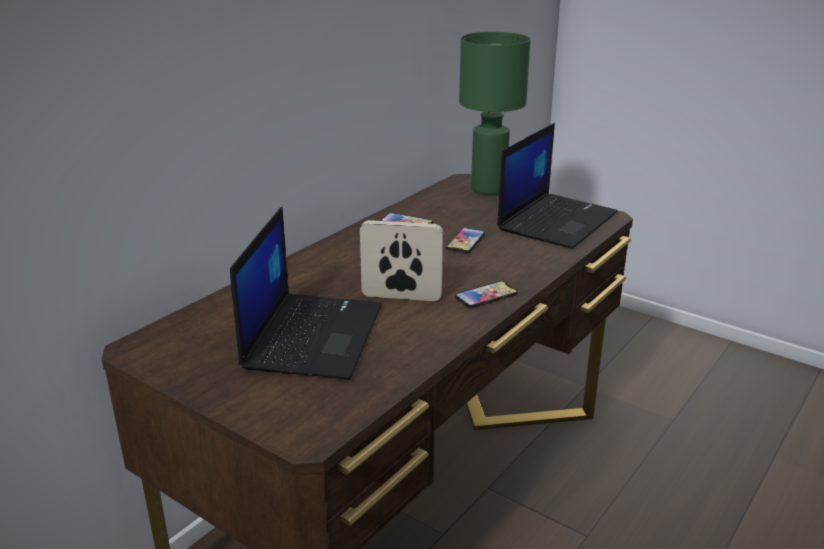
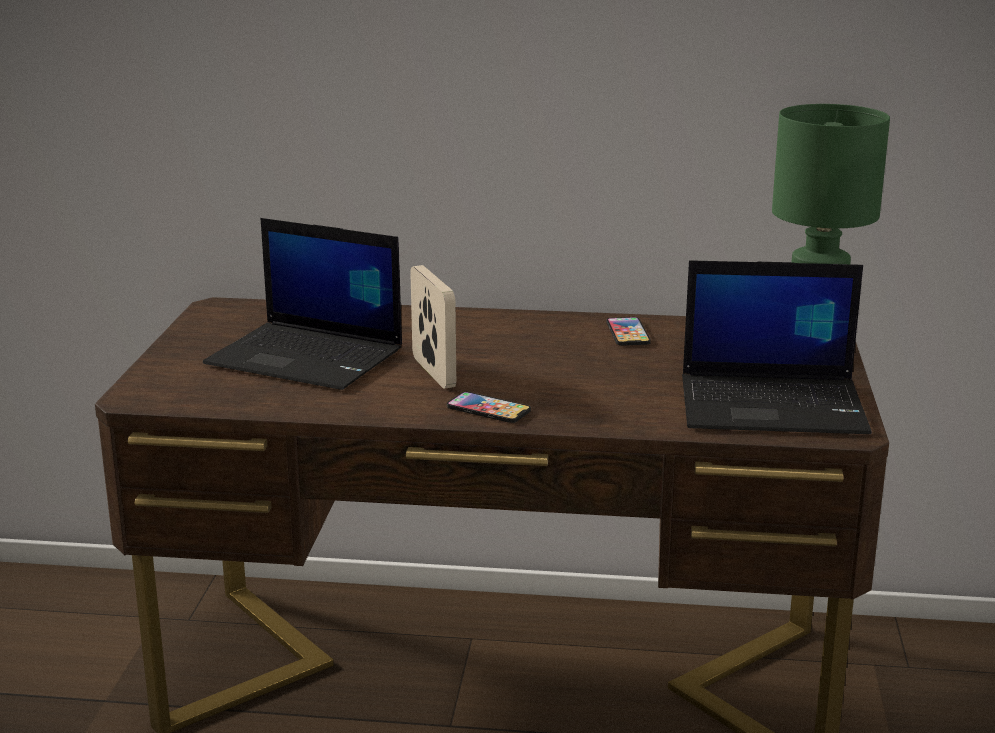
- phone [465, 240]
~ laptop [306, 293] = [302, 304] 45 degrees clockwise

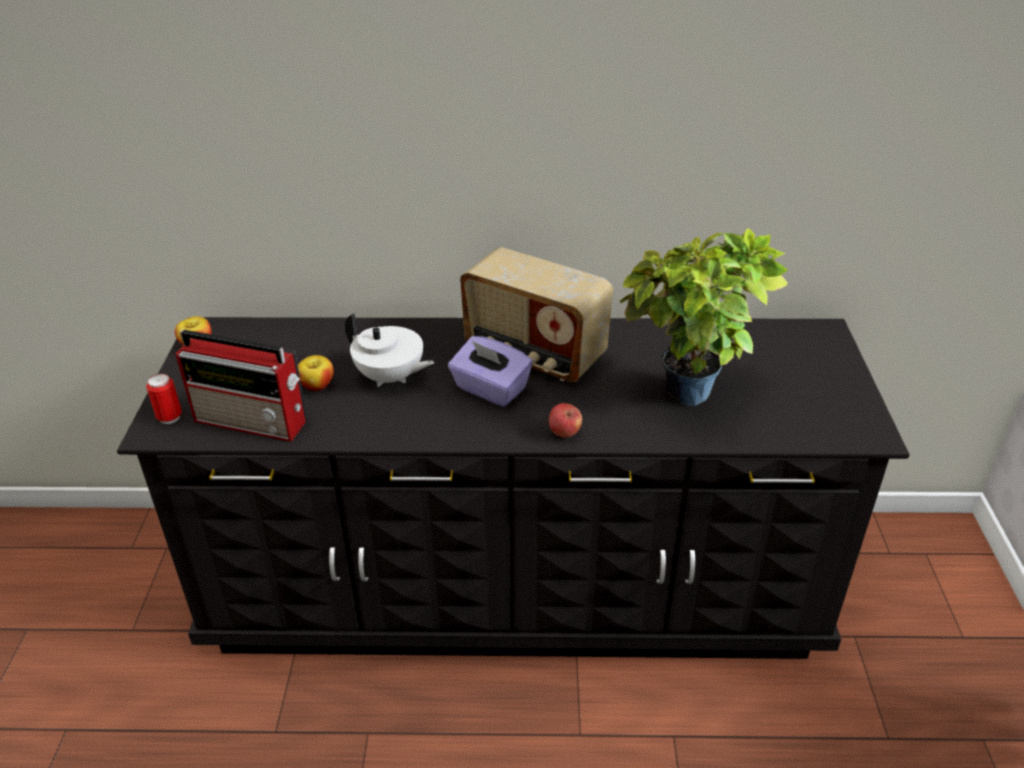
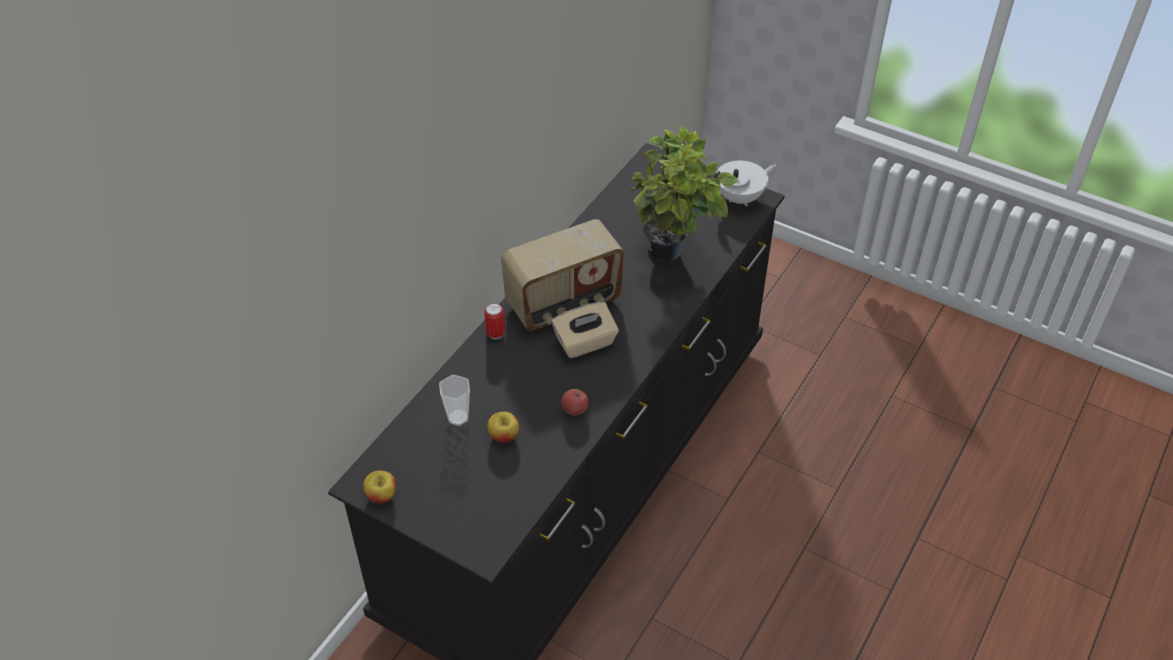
- radio [241, 386]
+ cup [454, 400]
~ can [164, 399] to [494, 321]
~ white teapot [389, 350] to [745, 184]
~ apple [565, 420] to [575, 402]
~ purple tissue box [490, 371] to beige tissue box [585, 330]

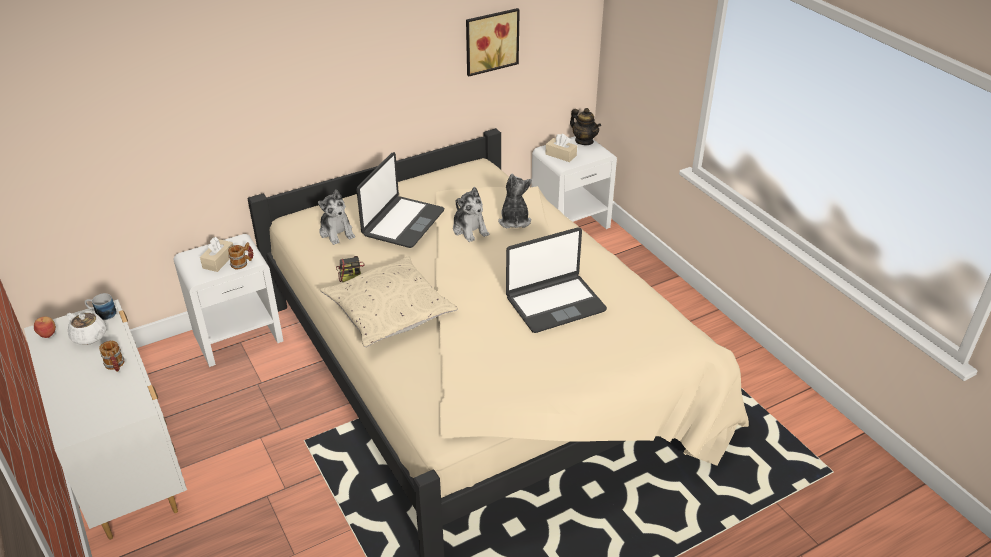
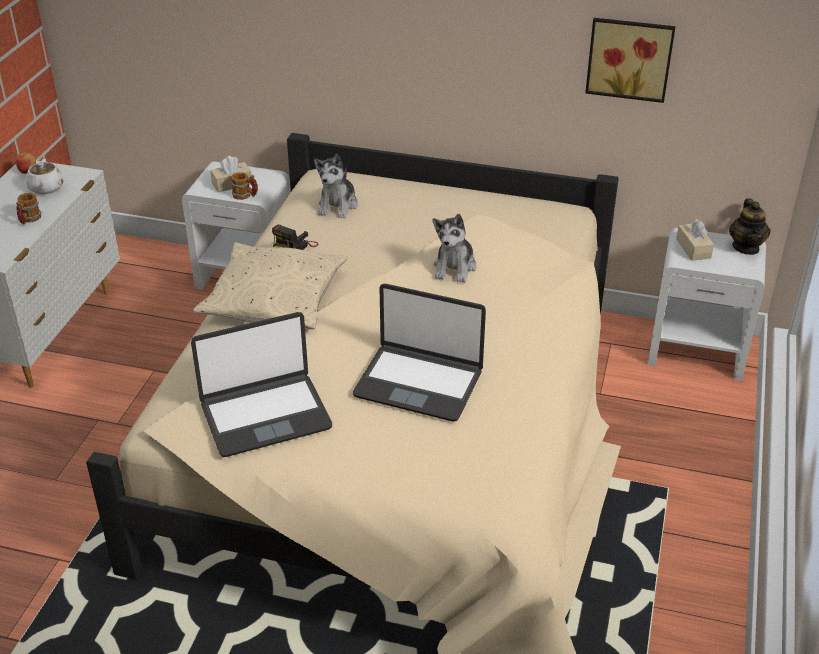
- mug [101, 306]
- plush toy [515, 201]
~ laptop [400, 200] to [261, 384]

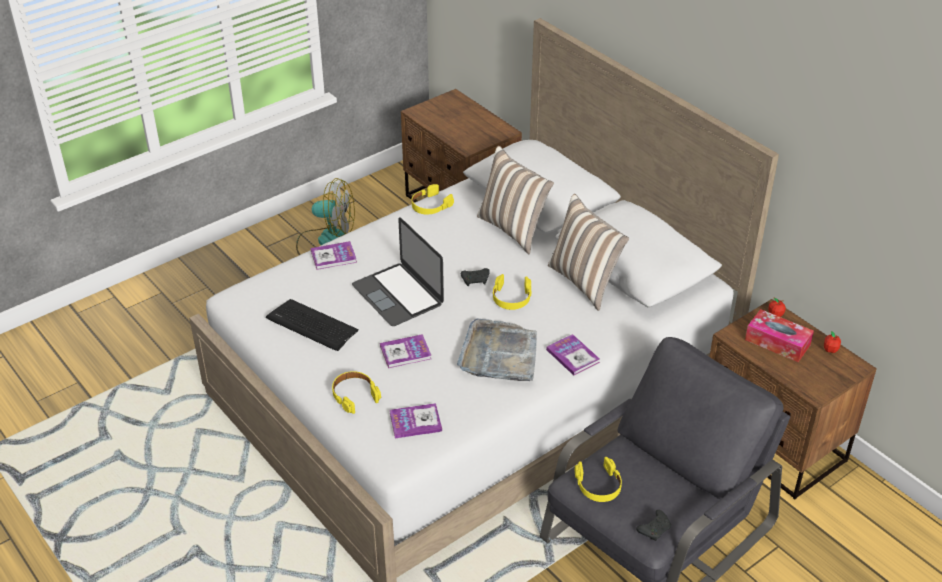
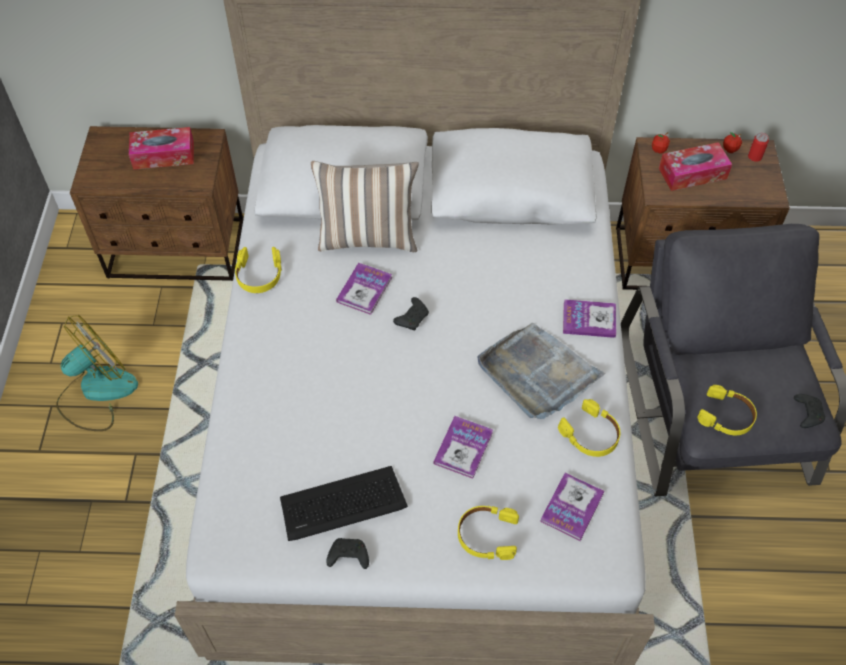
- laptop [398, 271]
- pillow [588, 252]
+ tissue box [161, 148]
+ black game controller [347, 553]
+ can [758, 147]
~ book [334, 255] to [364, 289]
~ yellow headphones [511, 292] to [589, 428]

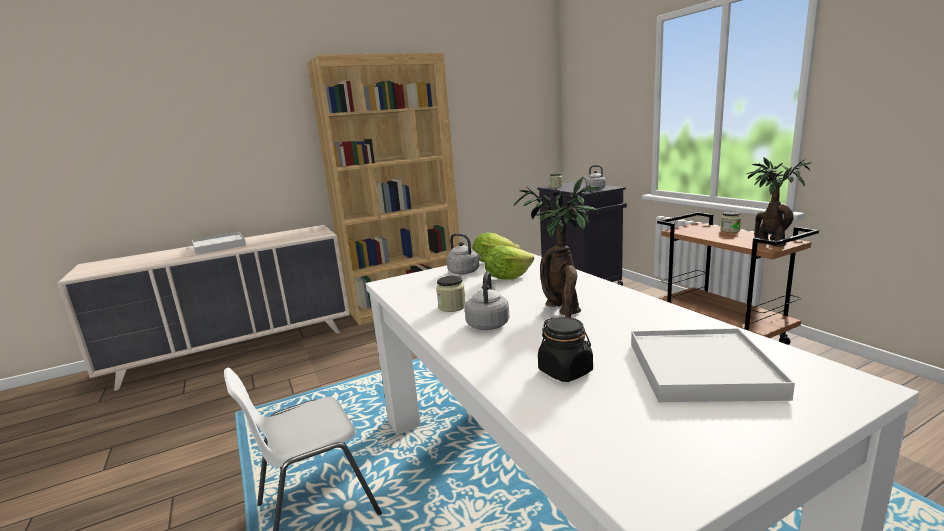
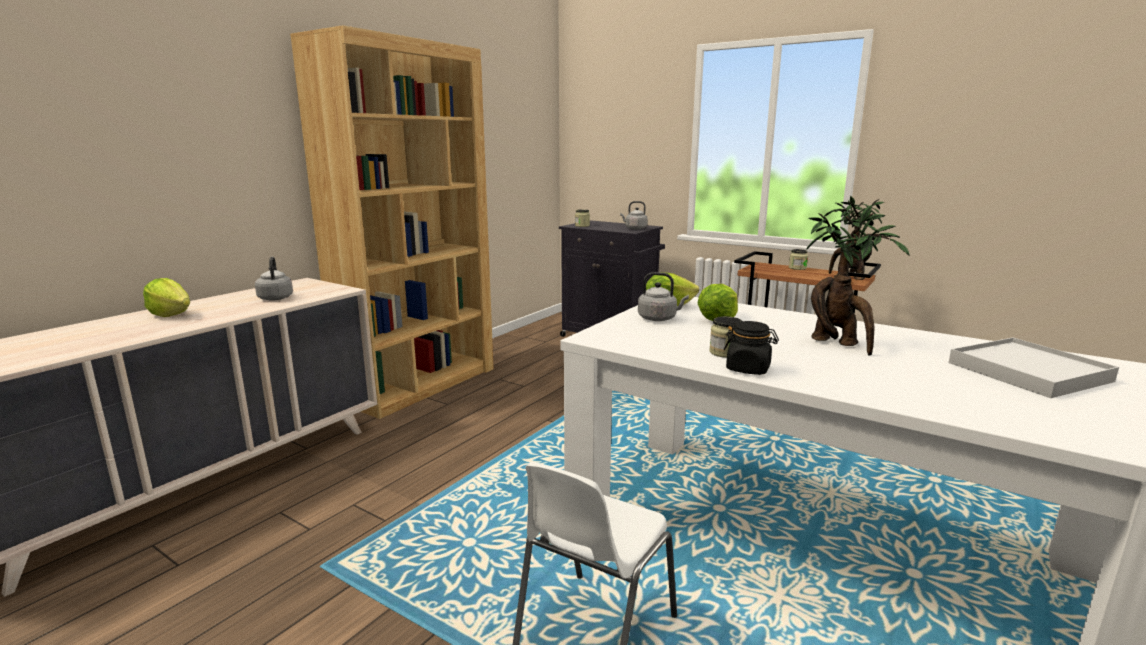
~ grey kettle [487, 300] to [274, 279]
~ black jar [565, 349] to [751, 348]
~ white tray [219, 243] to lettuce [166, 297]

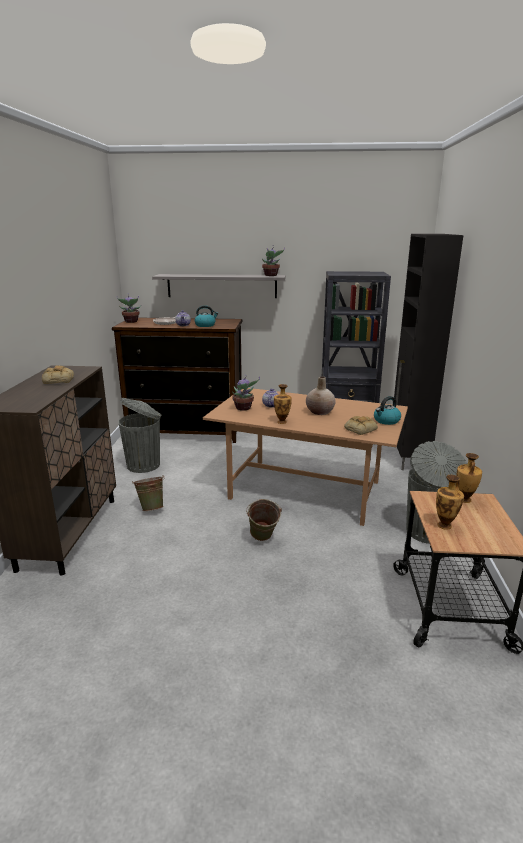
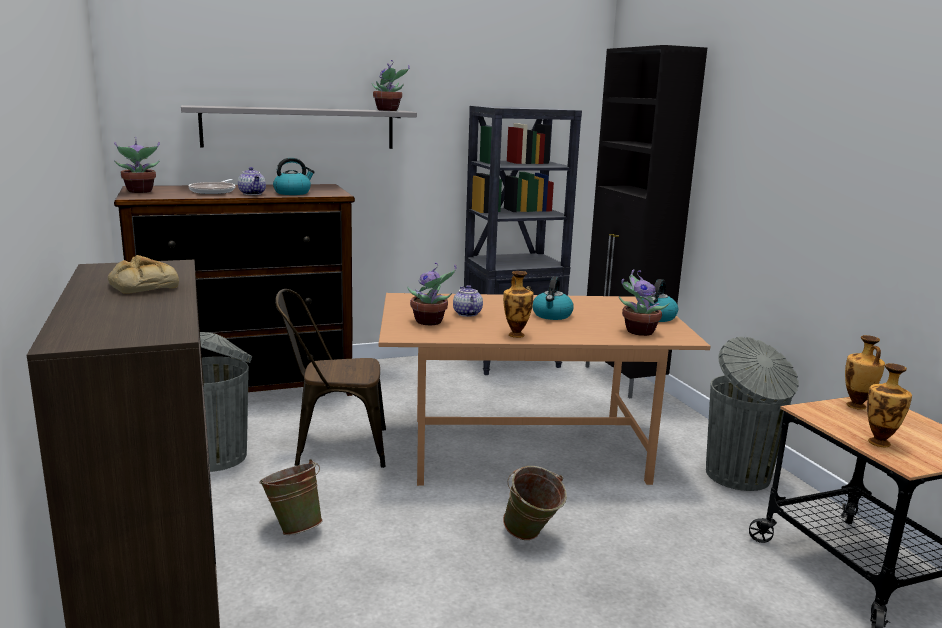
+ brown chair [330, 378]
~ beige vase [321, 395] to kettle [553, 298]
~ bread [361, 425] to potted plant [644, 302]

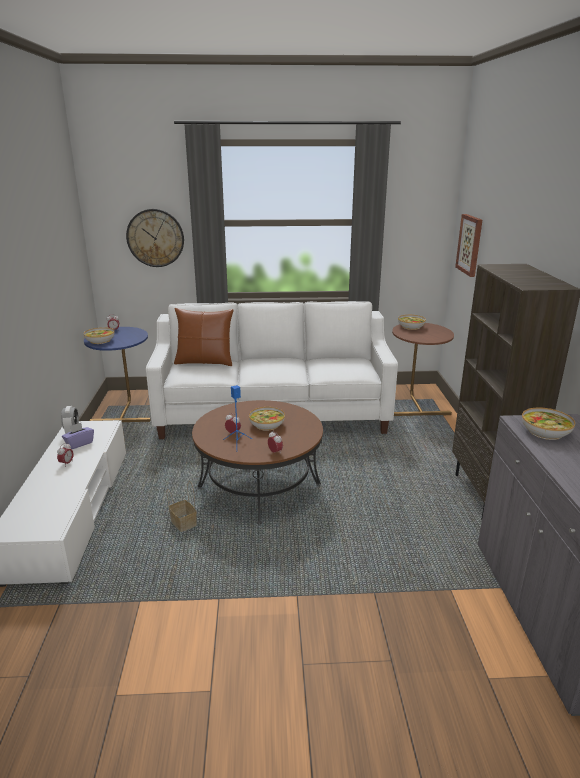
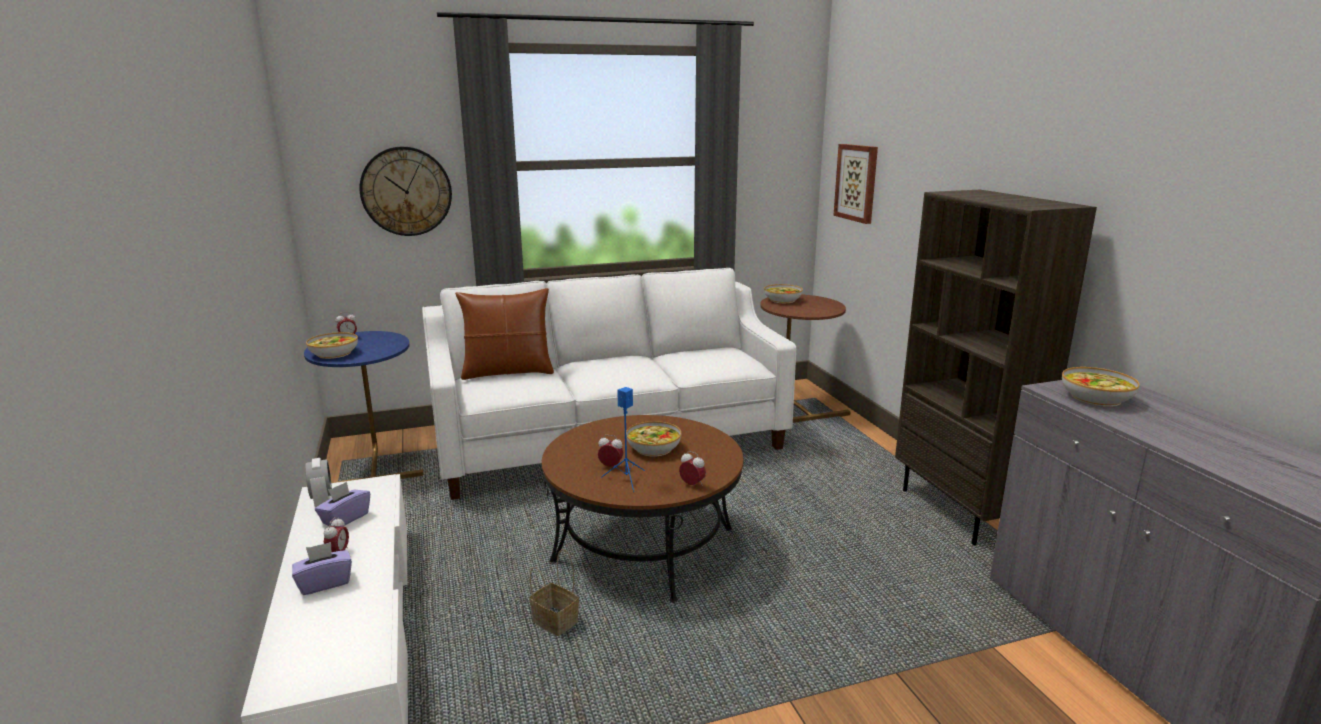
+ purple tissue box [322, 568]

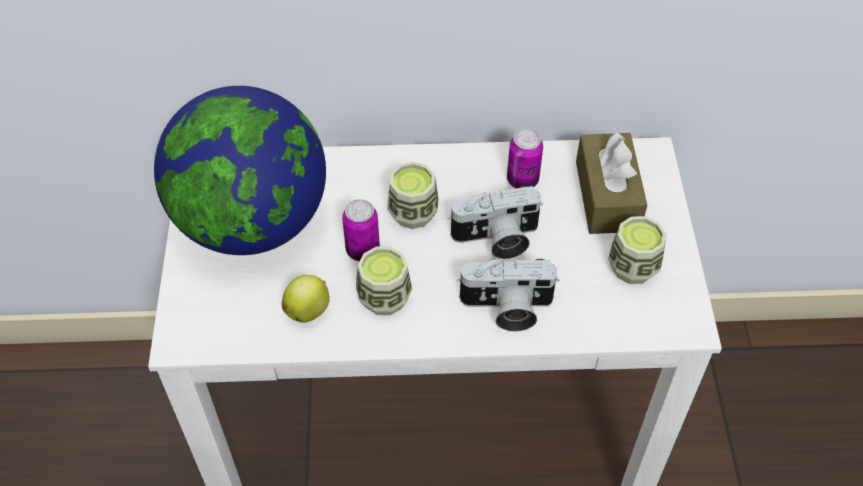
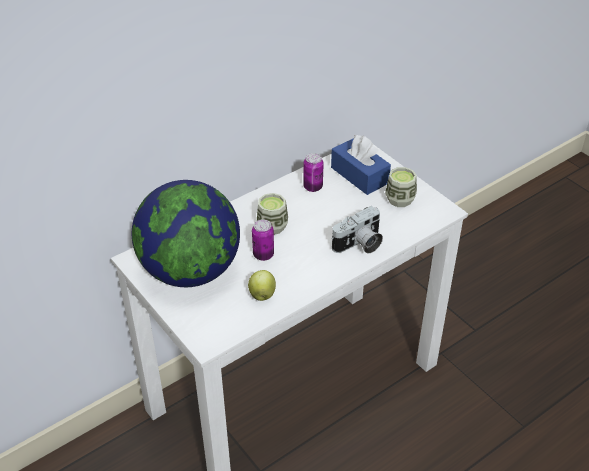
- cup [384, 280]
- photo camera [495, 222]
~ brown tissue box [611, 182] to blue tissue box [361, 165]

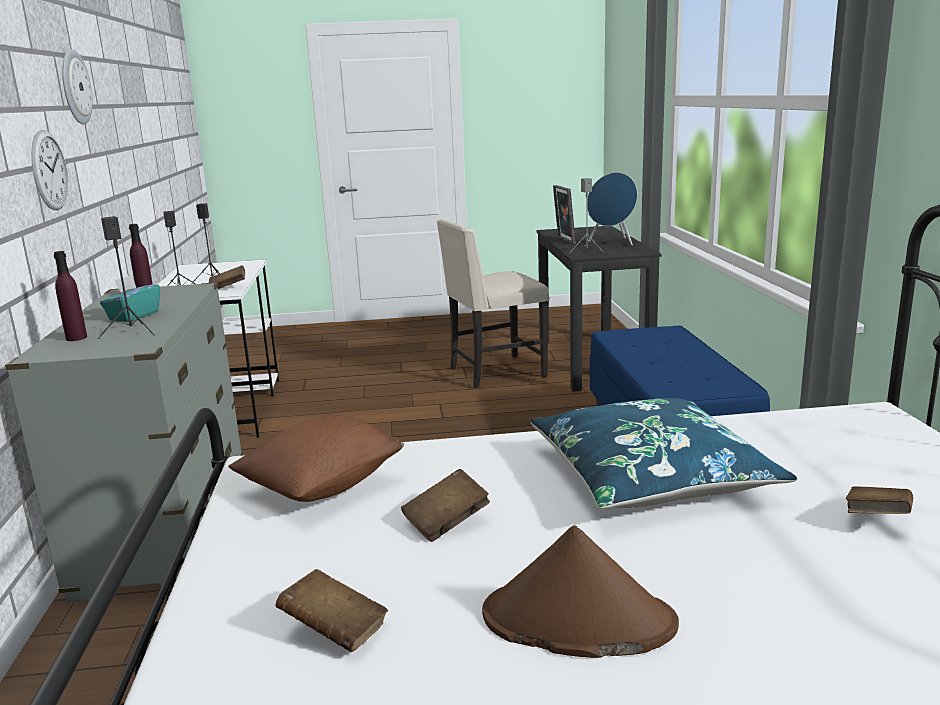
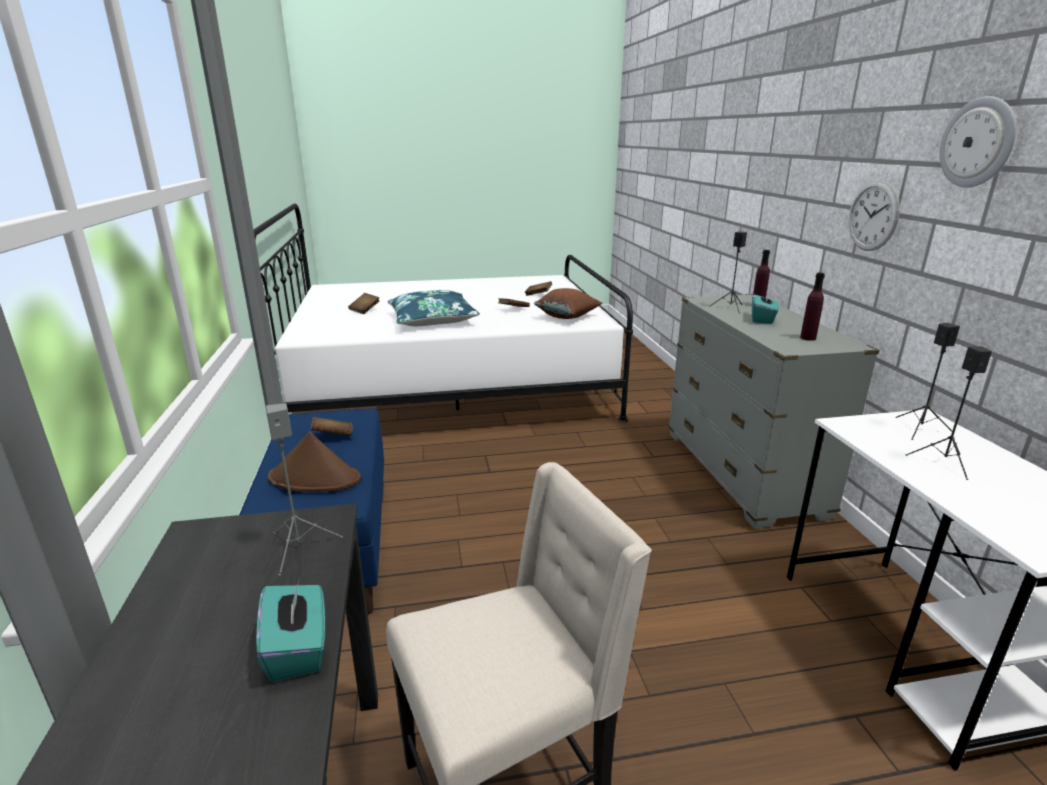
- blue speaker [612, 209]
~ brown book [227, 277] to [332, 426]
~ brown hat [580, 591] to [314, 462]
~ picture frame [564, 214] to turquoise tissue box [290, 630]

